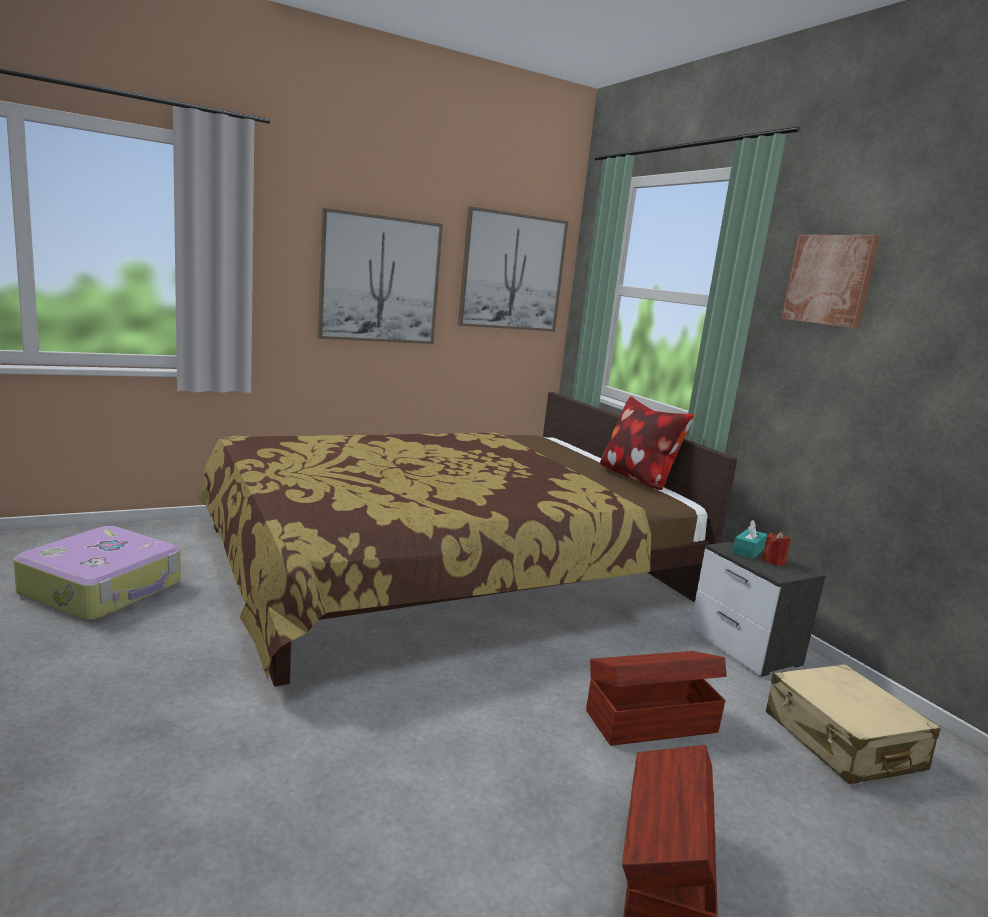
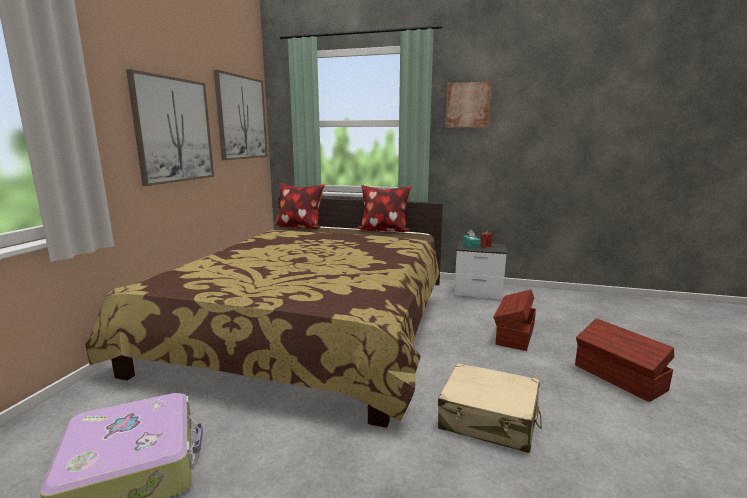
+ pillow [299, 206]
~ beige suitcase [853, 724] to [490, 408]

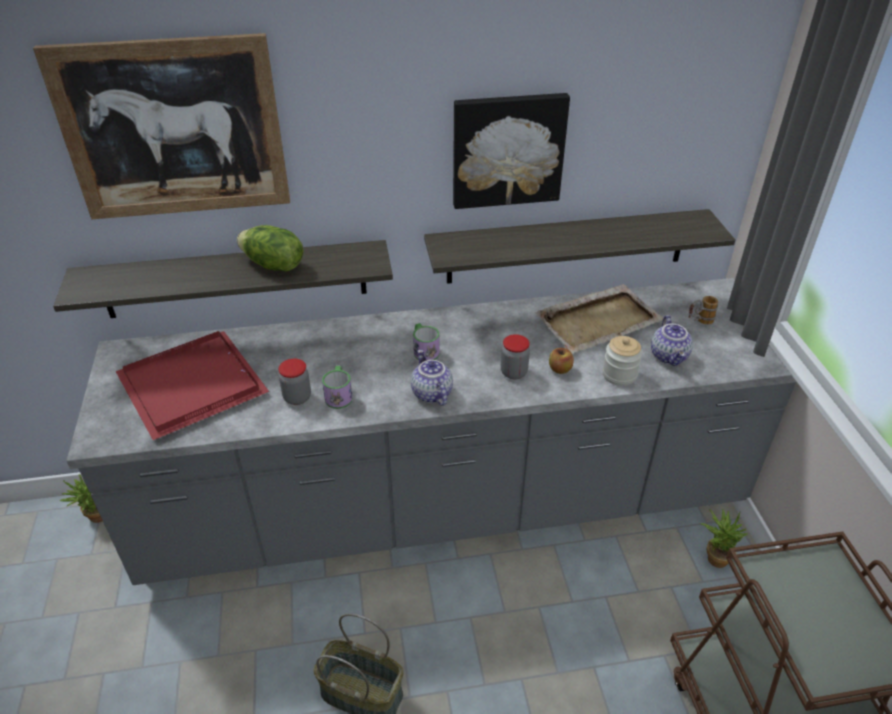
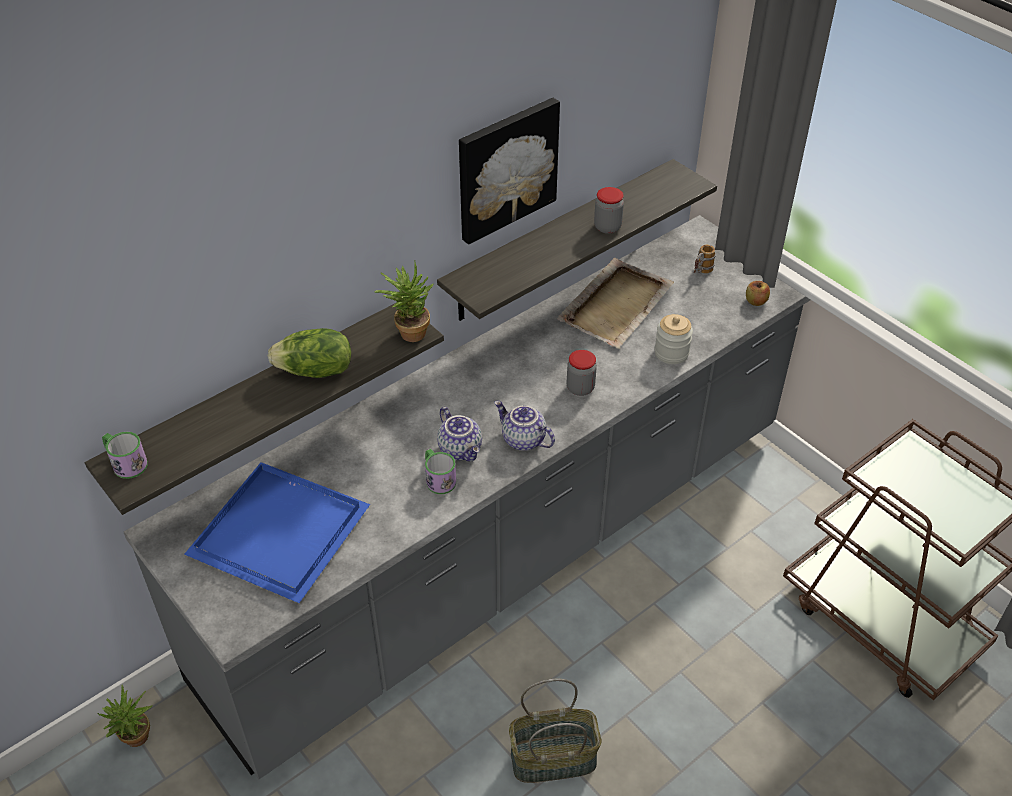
- picture [161, 126]
~ jar [294, 381] to [609, 210]
~ mug [426, 341] to [125, 455]
~ apple [561, 361] to [758, 293]
~ teapot [672, 340] to [459, 434]
~ potted plant [724, 538] to [404, 301]
~ red tray [192, 385] to blue tray [277, 532]

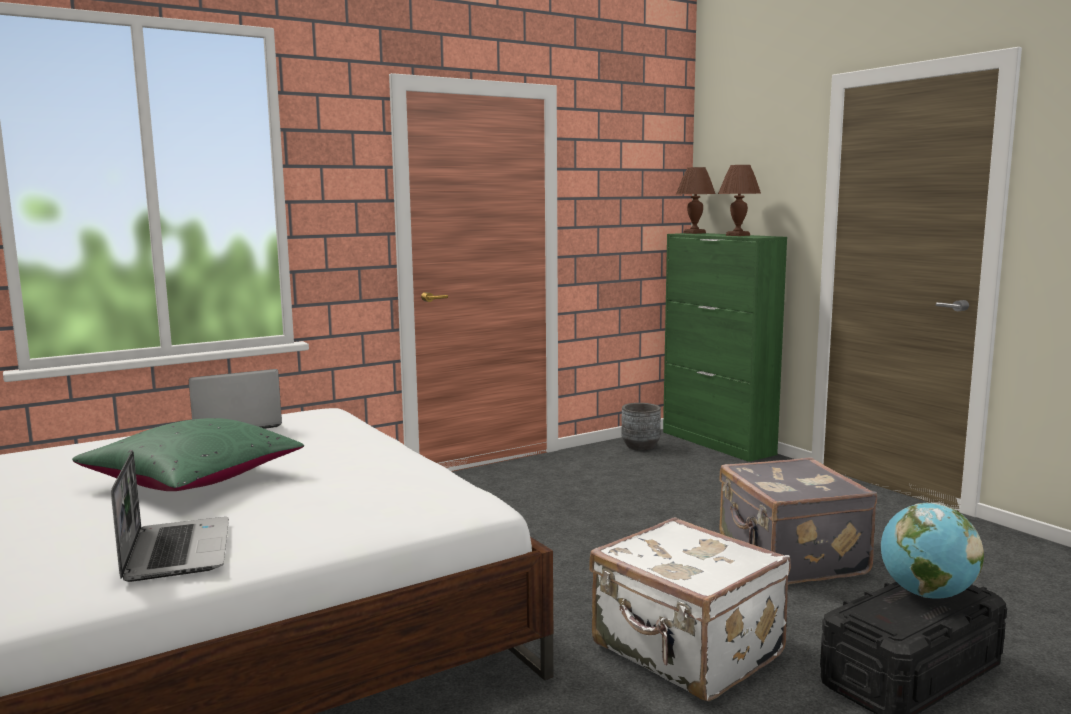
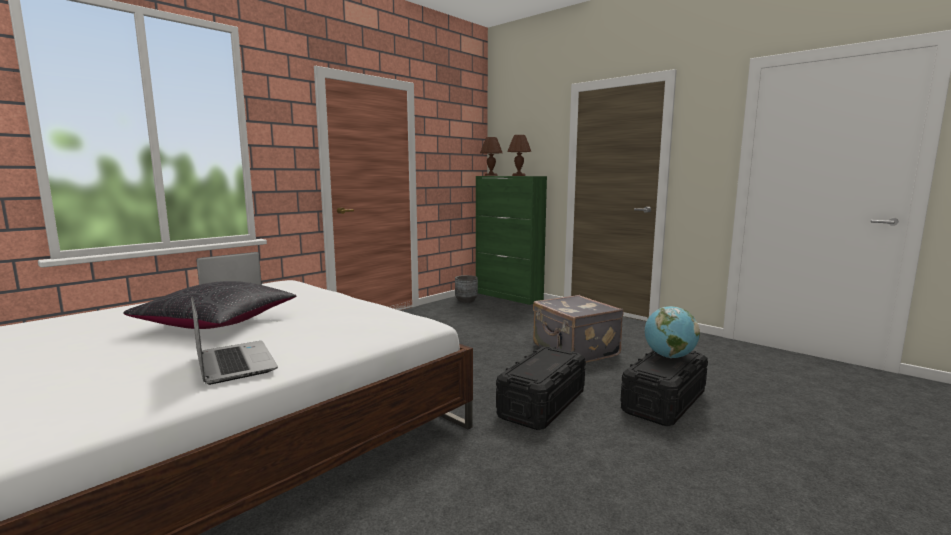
~ white suitcase [690, 609] to black storage box [541, 388]
~ green pillow [188, 454] to black pillow [209, 305]

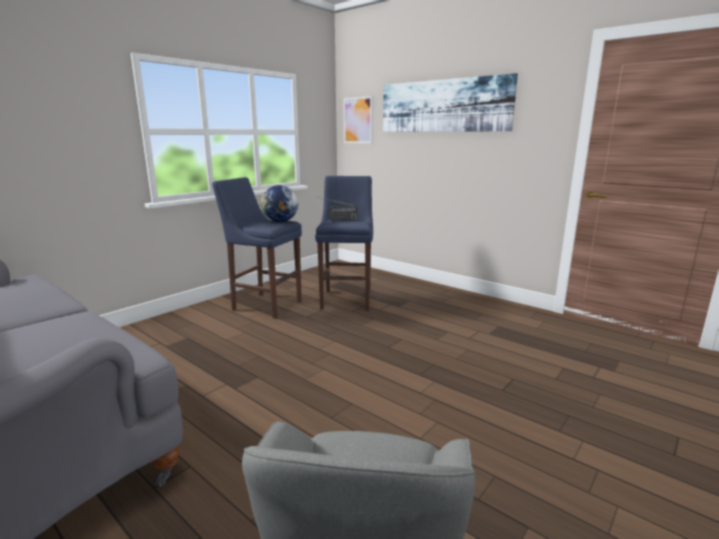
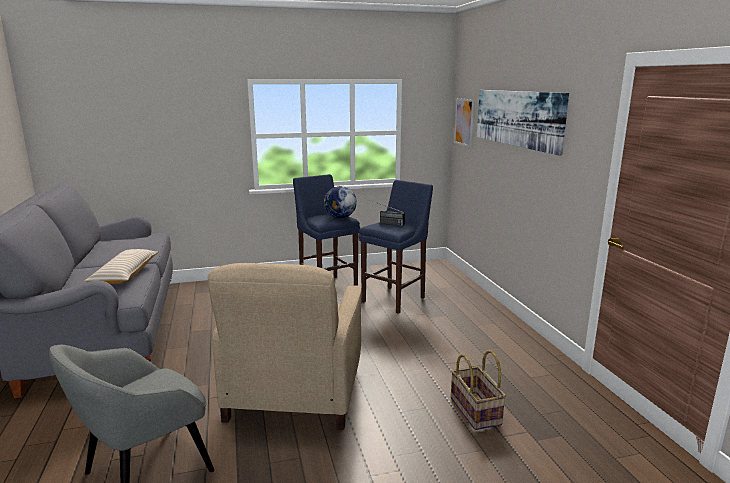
+ beige pillow [121, 266]
+ beige armchair [284, 346]
+ basket [478, 390]

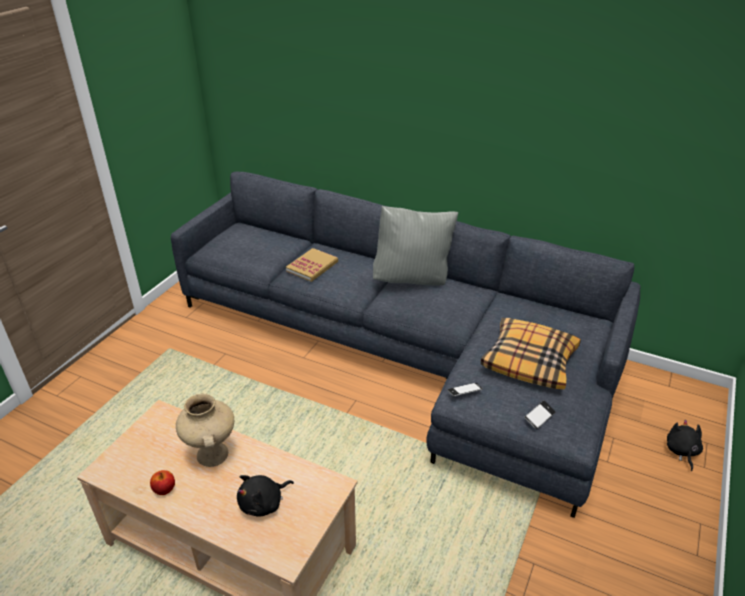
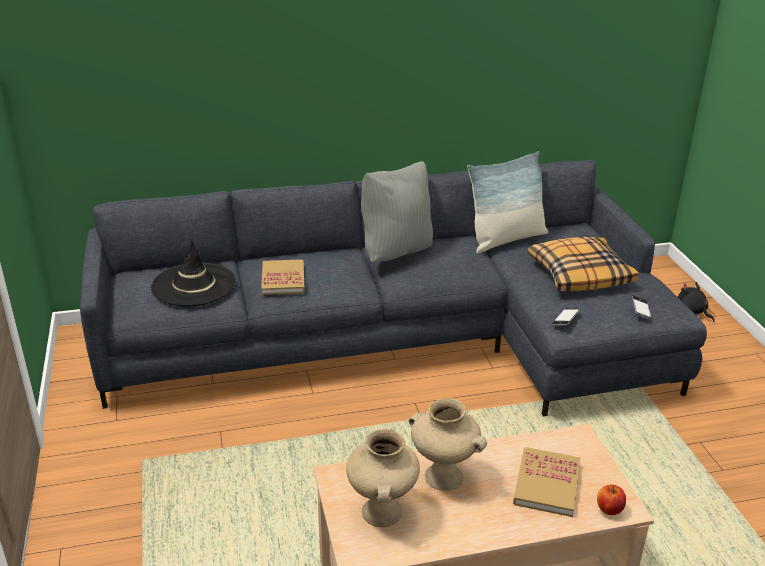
+ black hat [193, 273]
+ beige vase [383, 478]
+ pillow [507, 202]
~ apple [162, 482] to [611, 499]
~ black plush toy [265, 496] to book [546, 482]

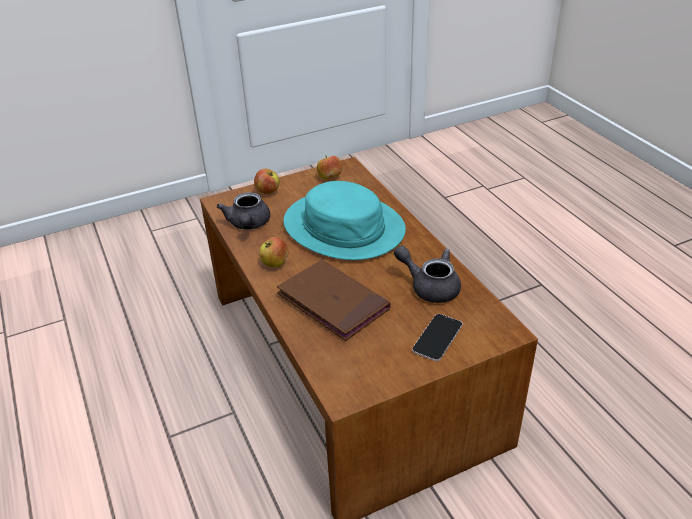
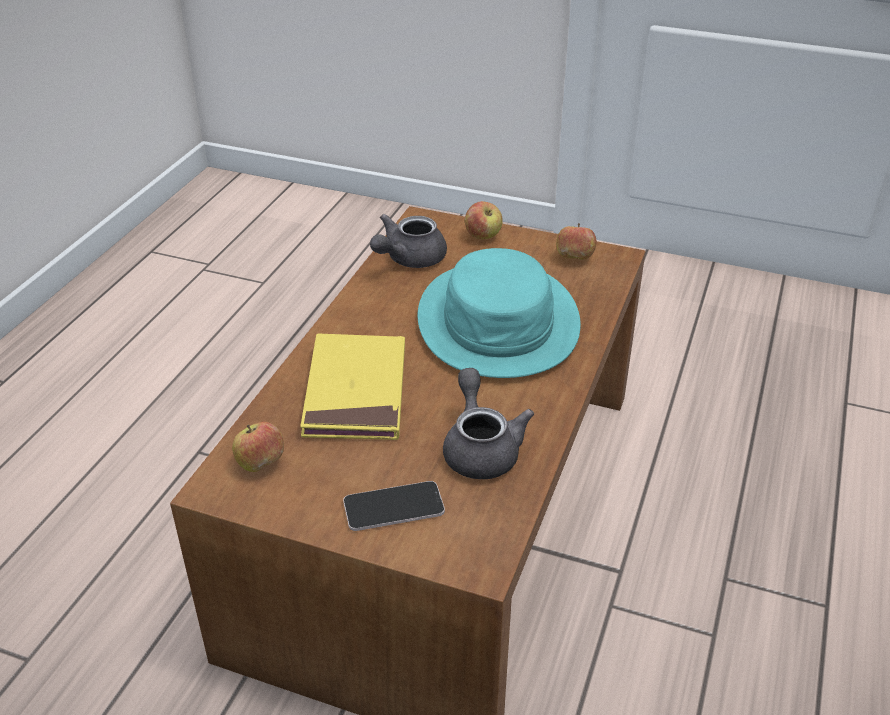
~ apple [273, 252] to [258, 447]
~ brown book [334, 300] to yellow book [352, 387]

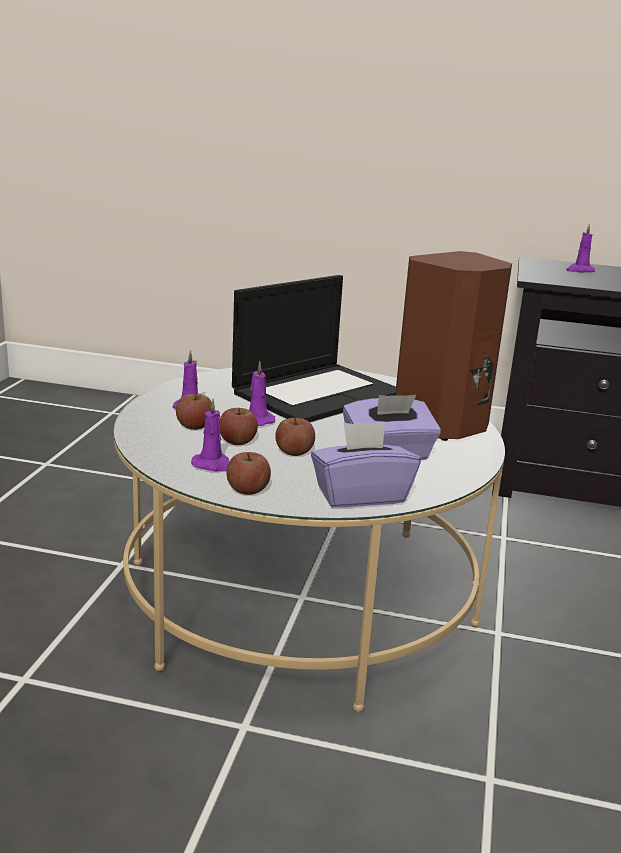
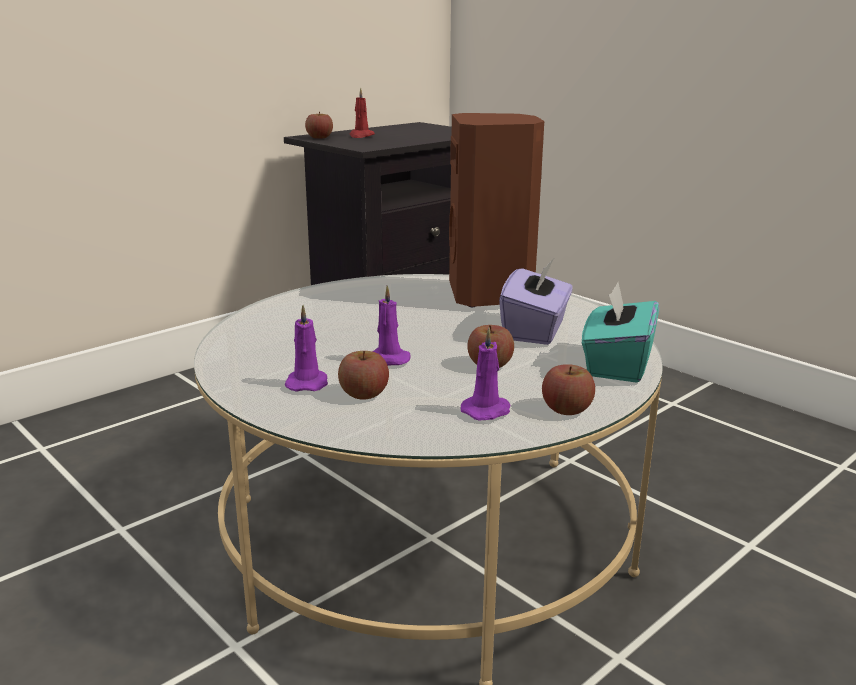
- laptop [314, 348]
~ apple [239, 426] to [319, 125]
~ purple tissue box [366, 465] to turquoise tissue box [620, 332]
~ purple candle [580, 247] to red candle [362, 113]

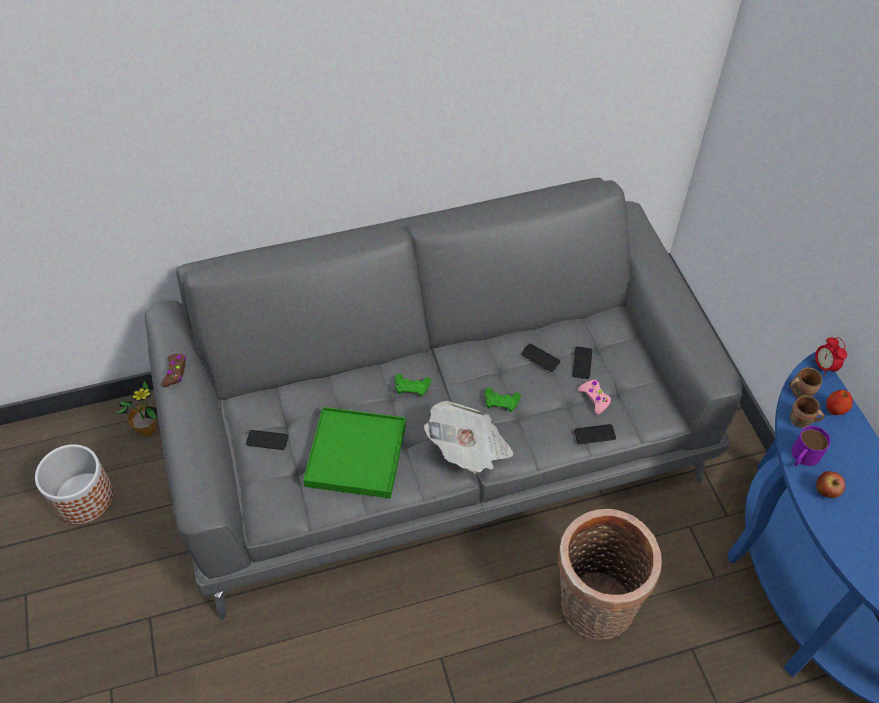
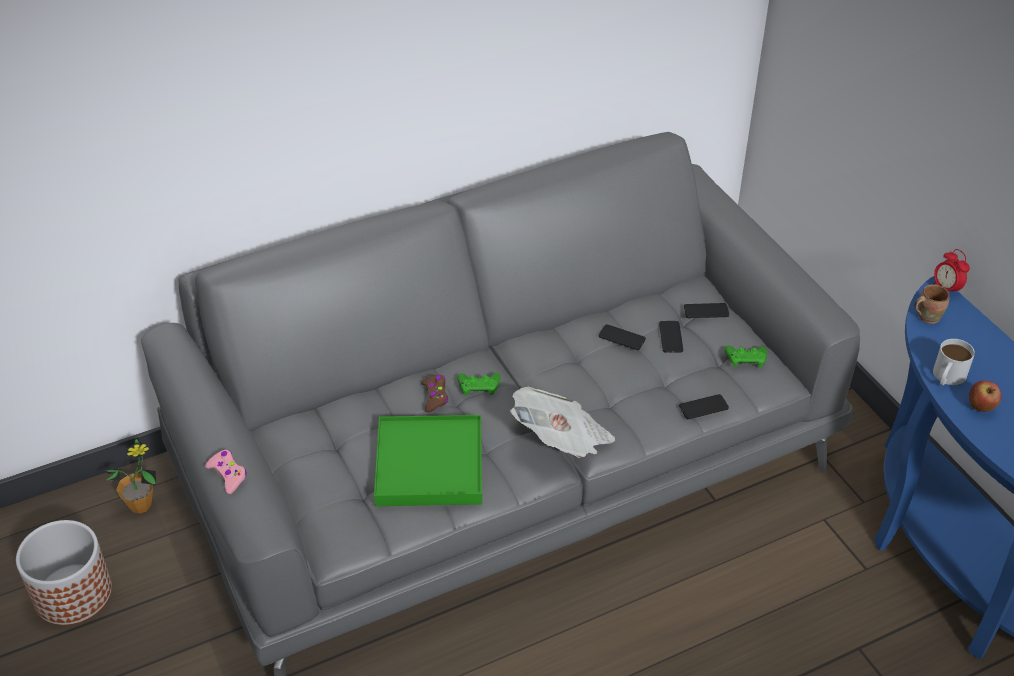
- basket [609, 574]
- brown mug [807, 411]
- apple [839, 402]
~ brown game controller [173, 370] to [434, 393]
~ phone [267, 440] to [706, 310]
~ green game controller [503, 400] to [746, 356]
~ pink game controller [595, 397] to [226, 472]
~ purple mug [811, 446] to white mug [954, 362]

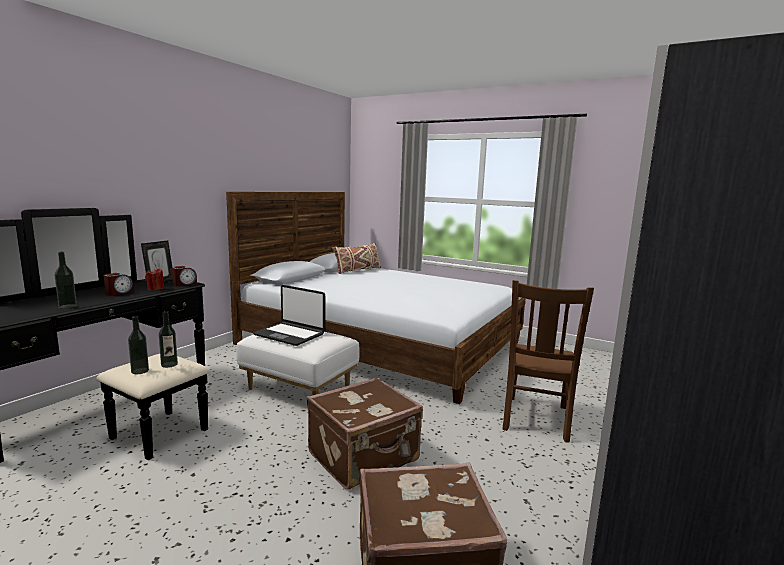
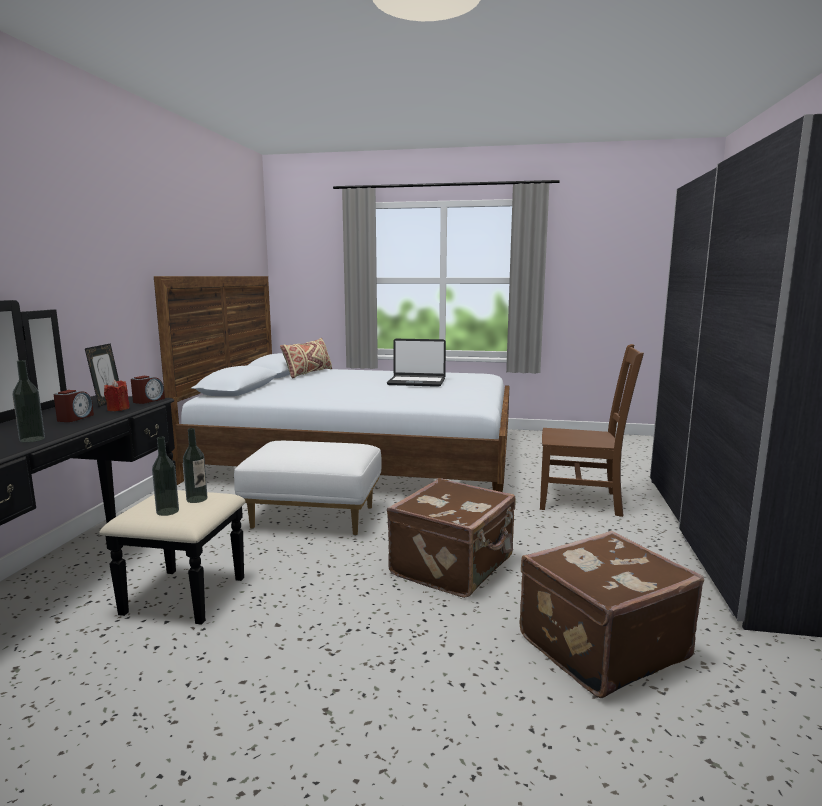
~ laptop [289, 315] to [416, 363]
~ brown chair [548, 361] = [592, 430] 75 degrees counterclockwise

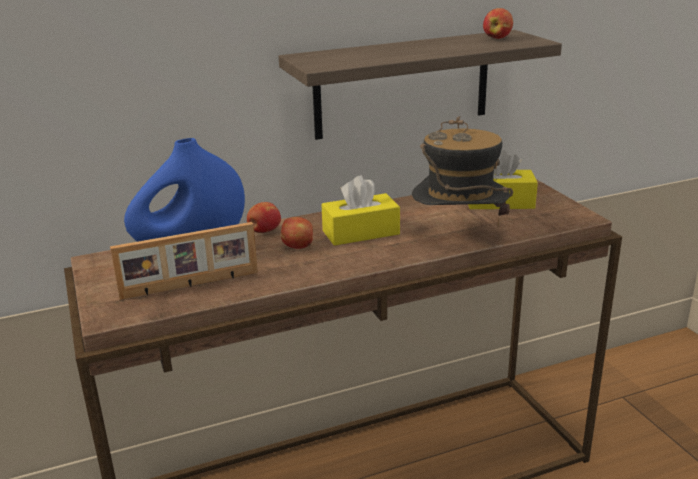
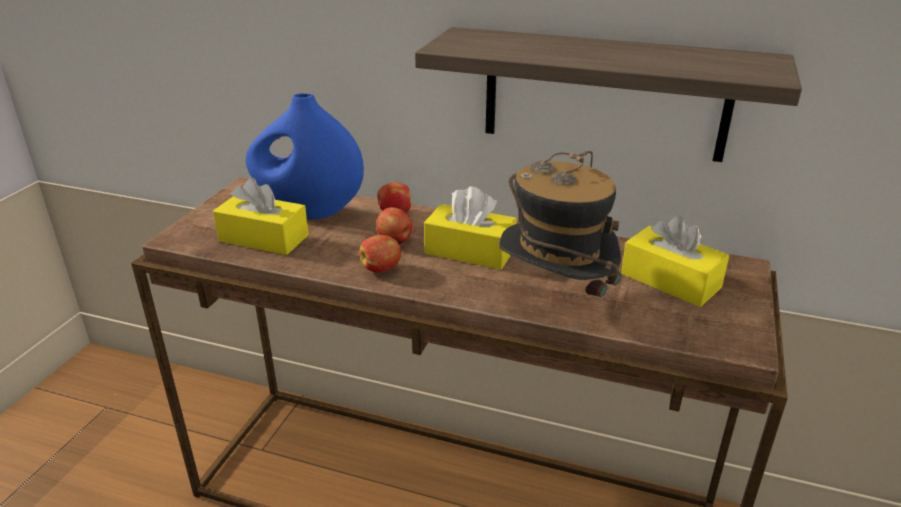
~ apple [498, 23] to [380, 254]
~ picture frame [184, 261] to yellow tissue box [261, 216]

